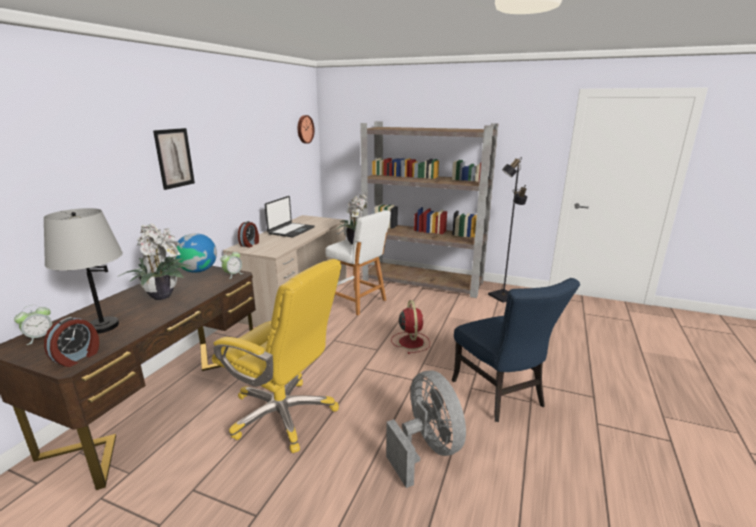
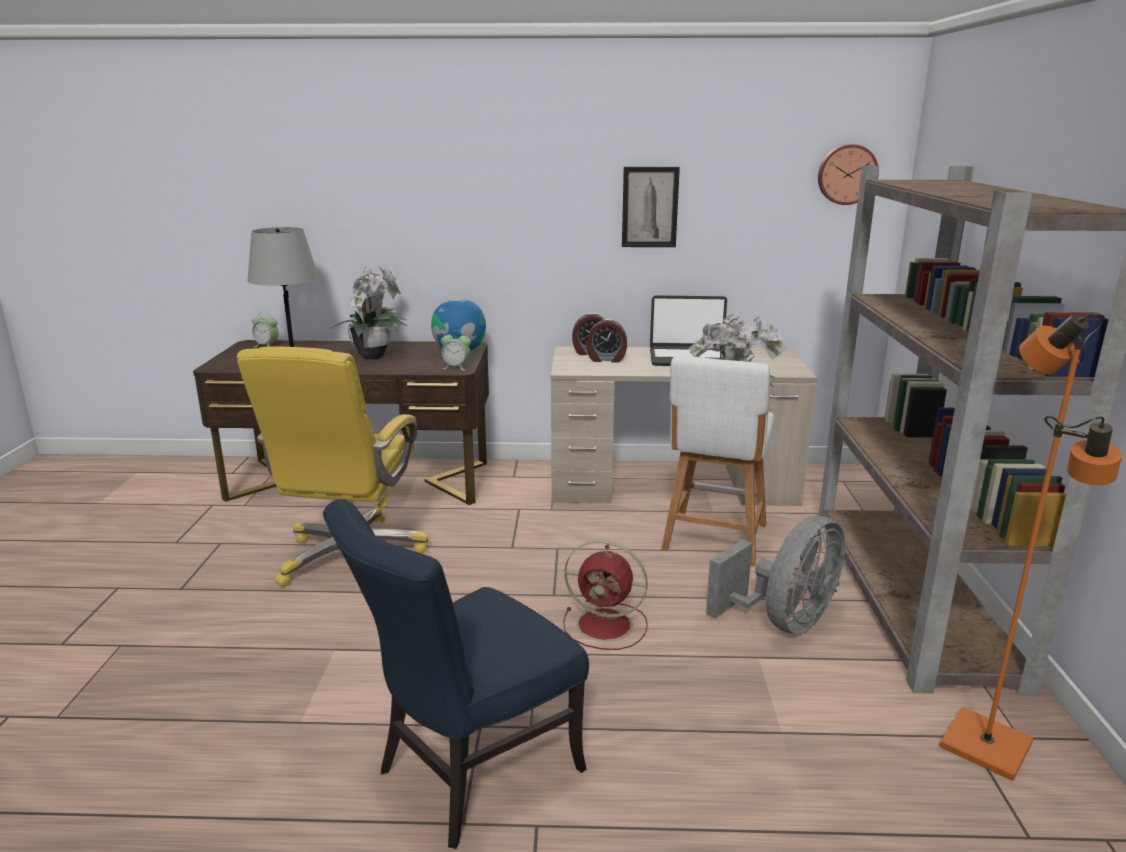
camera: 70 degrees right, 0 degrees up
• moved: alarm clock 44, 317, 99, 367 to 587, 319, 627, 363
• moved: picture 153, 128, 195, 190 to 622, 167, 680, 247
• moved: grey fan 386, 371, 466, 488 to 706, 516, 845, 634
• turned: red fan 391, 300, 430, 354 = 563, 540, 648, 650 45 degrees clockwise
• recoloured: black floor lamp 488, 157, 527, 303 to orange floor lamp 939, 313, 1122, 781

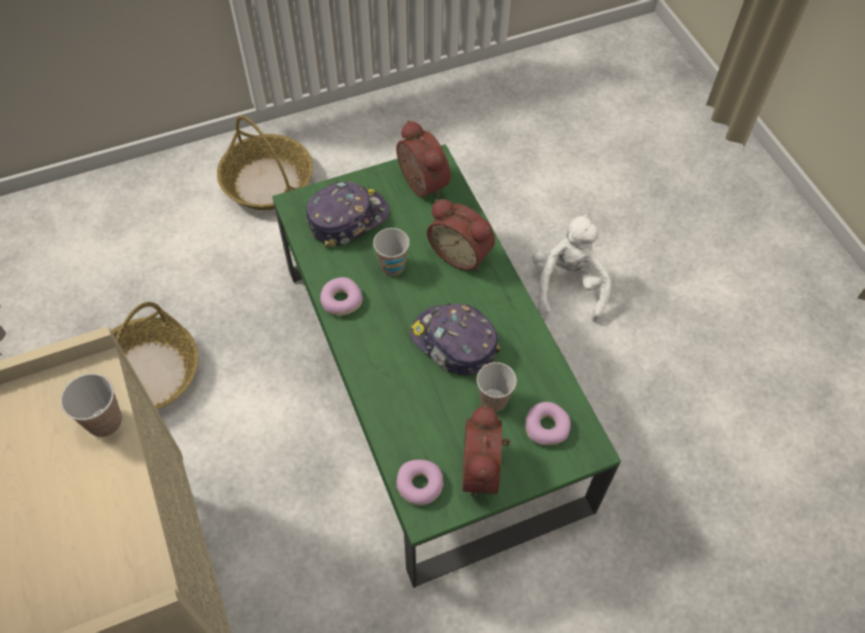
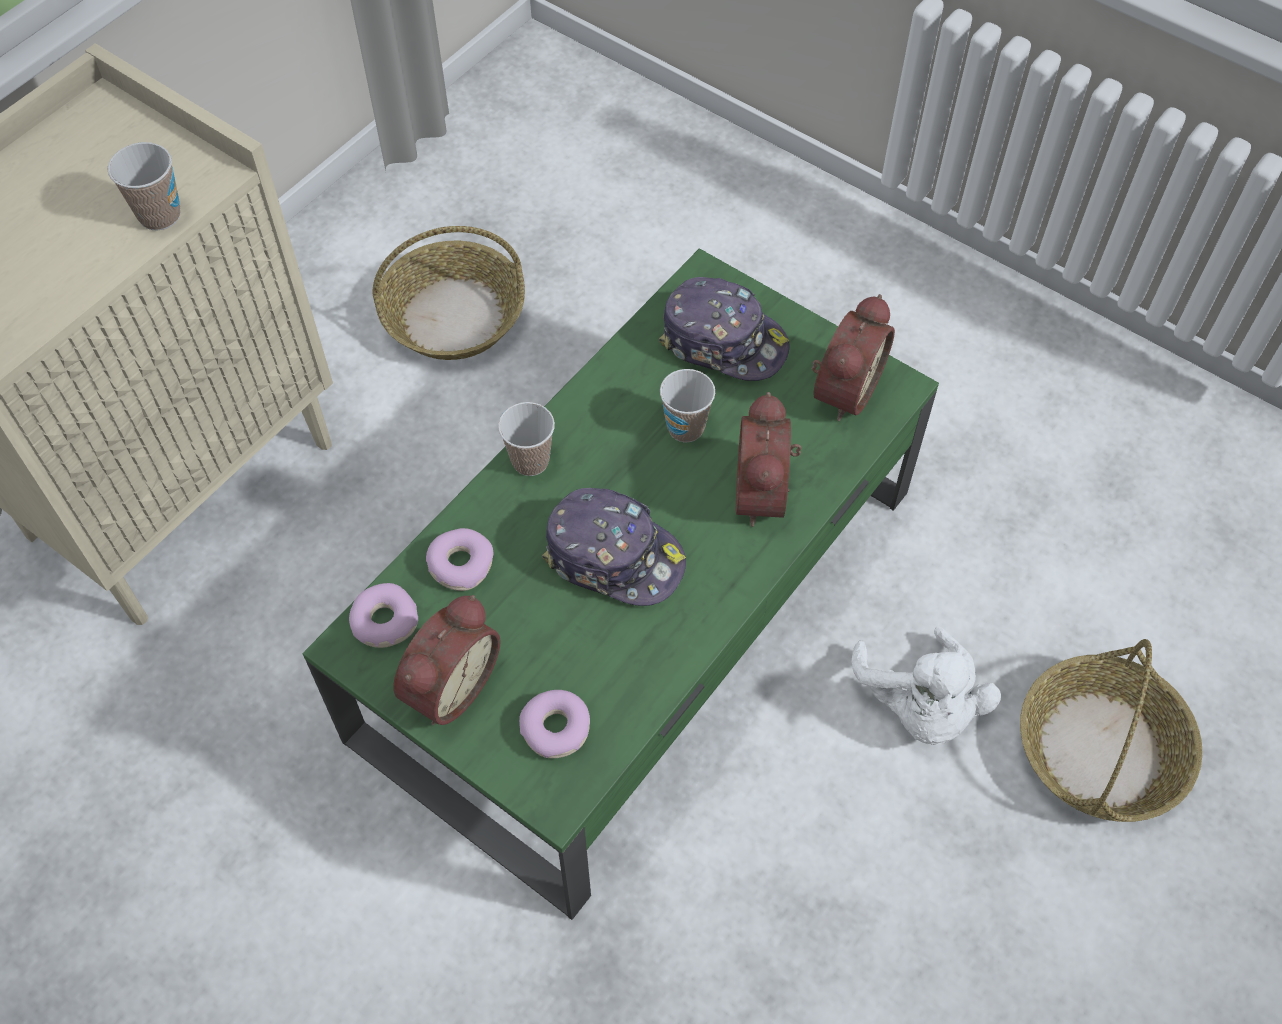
camera: 60 degrees right, 0 degrees up
• moved: basket 217, 115, 313, 210 to 1020, 639, 1203, 822
• moved: donut 320, 277, 363, 316 to 426, 528, 493, 591
• turned: cap 410, 303, 501, 375 = 542, 488, 686, 606 105 degrees clockwise
• turned: alarm clock 462, 404, 510, 497 = 393, 595, 501, 725 150 degrees clockwise
• moved: cup 477, 362, 517, 412 to 498, 402, 555, 476
• turned: white plush toy 532, 214, 611, 321 = 851, 627, 1001, 745 105 degrees clockwise

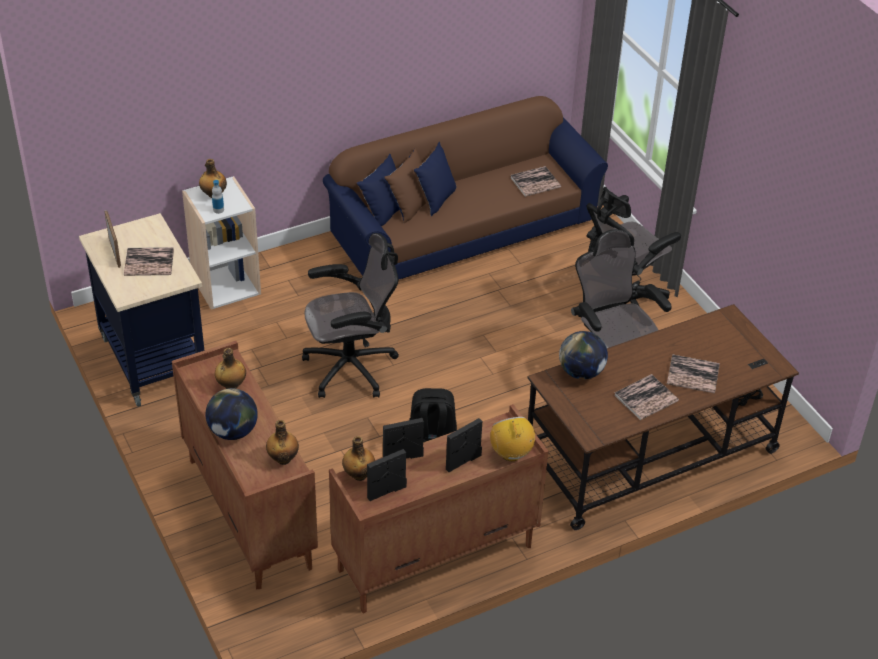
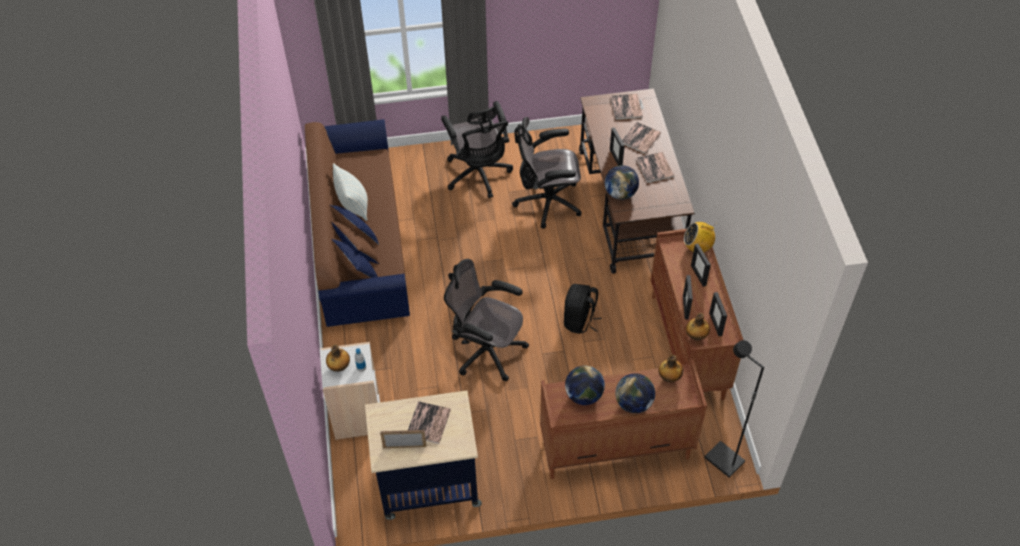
camera: 70 degrees left, 10 degrees up
• replaced: bottle 215, 348, 246, 389 to globe 565, 366, 605, 405
• turned: office chair 302, 233, 399, 398 = 444, 259, 529, 381 60 degrees counterclockwise
• moved: book 510, 166, 561, 197 to 610, 94, 643, 120
• added: pillow 333, 163, 368, 221
• added: picture frame 610, 127, 625, 166
• added: black floor lamp 704, 340, 764, 478

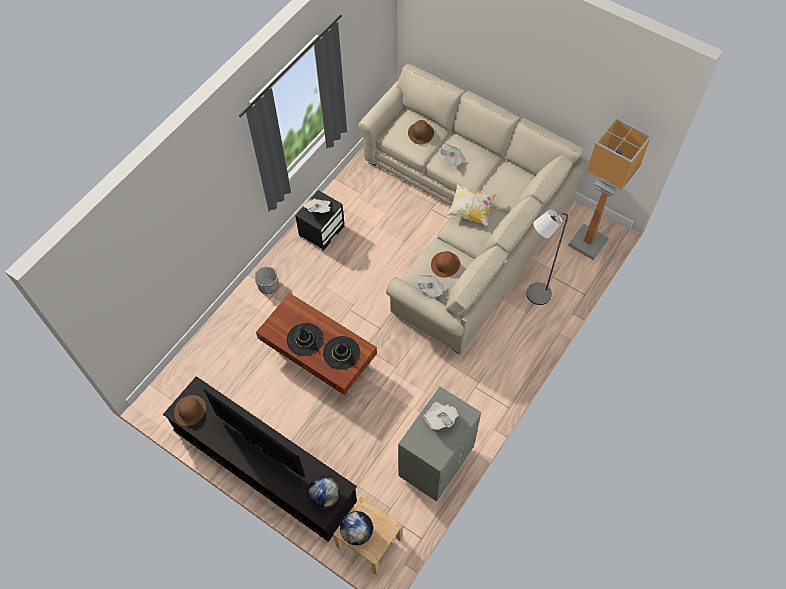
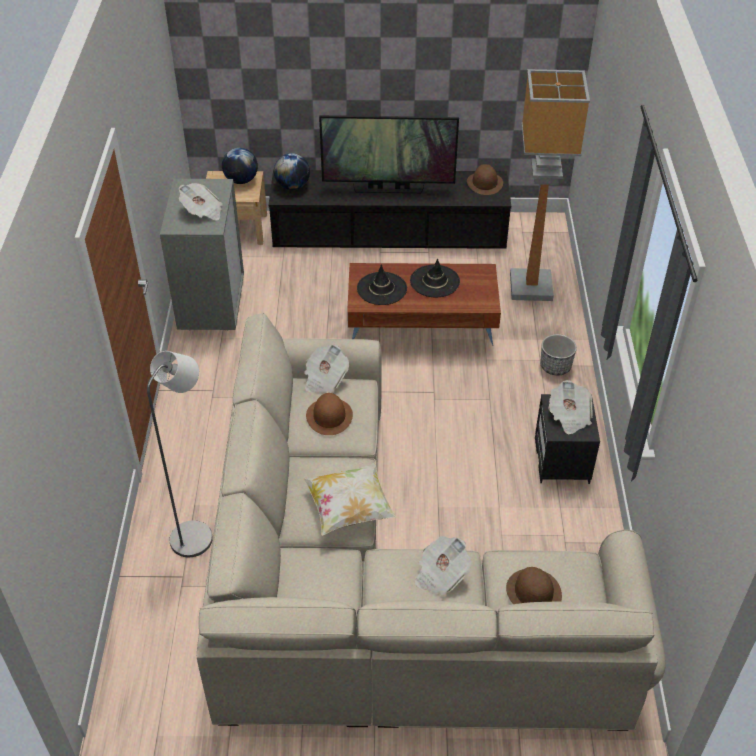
camera: 145 degrees right, 15 degrees down
• moved: floor lamp 568, 117, 652, 260 to 510, 69, 590, 301

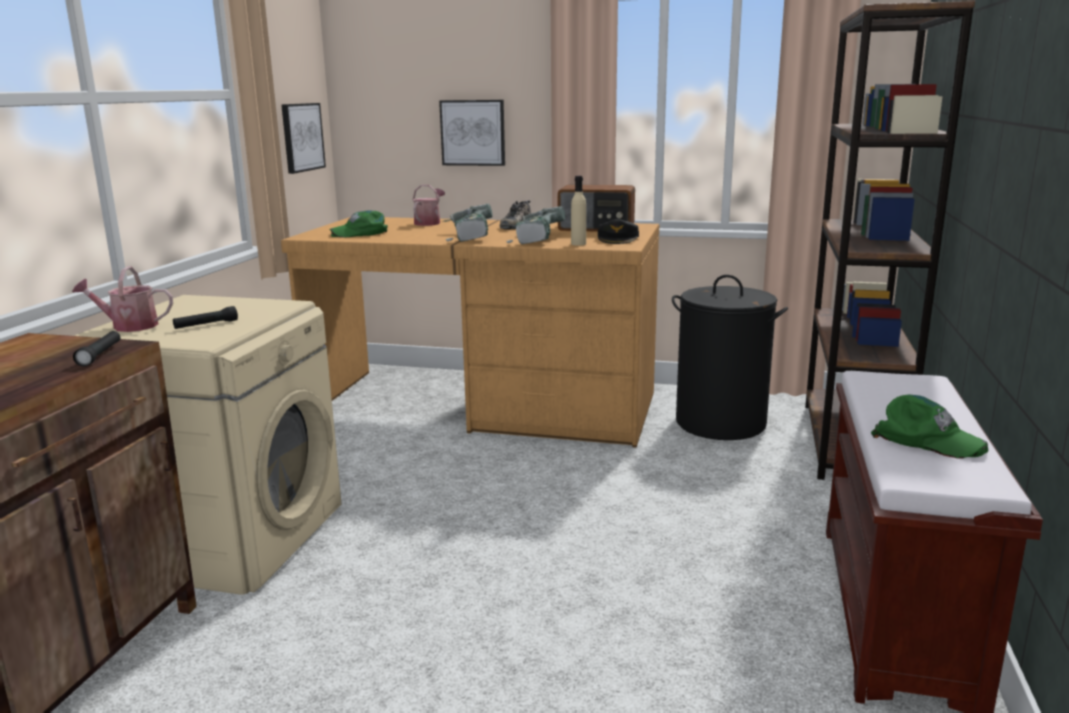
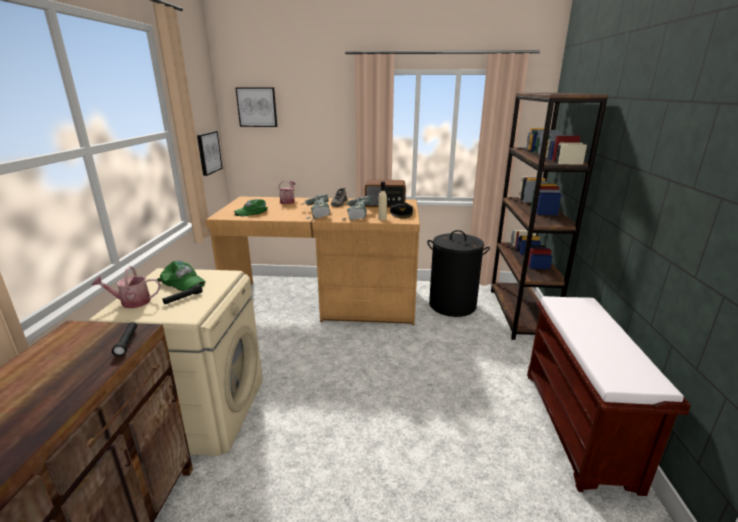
camera: 10 degrees left, 5 degrees up
• moved: picture 439, 100, 505, 166 to 235, 87, 277, 127
• moved: green cap 871, 395, 988, 459 to 156, 261, 205, 291

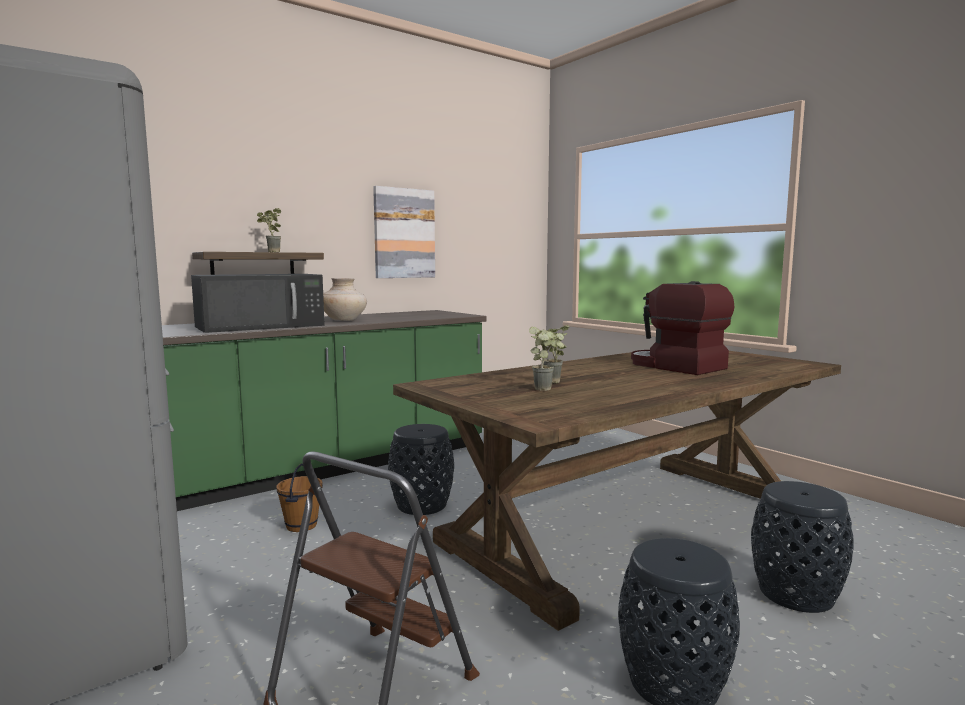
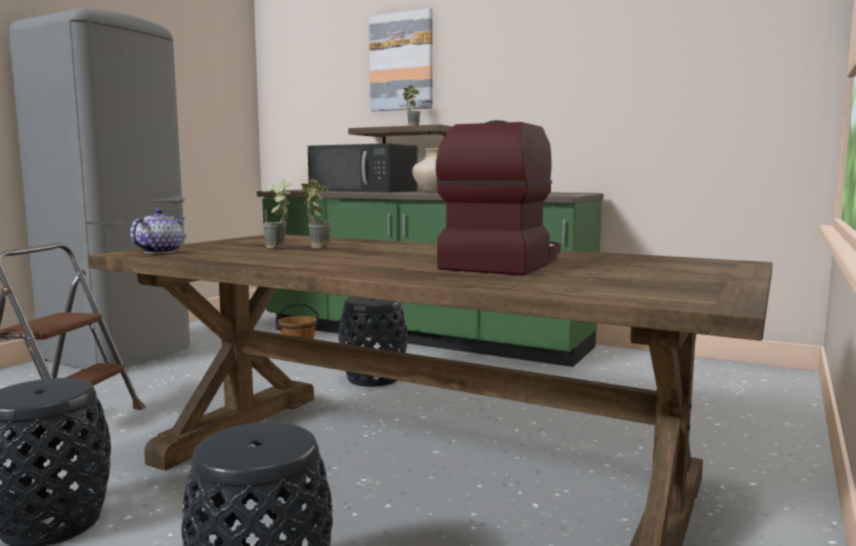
camera: 65 degrees right, 0 degrees up
• moved: picture 373, 186, 435, 278 to 369, 8, 433, 111
• added: teapot 130, 209, 185, 254

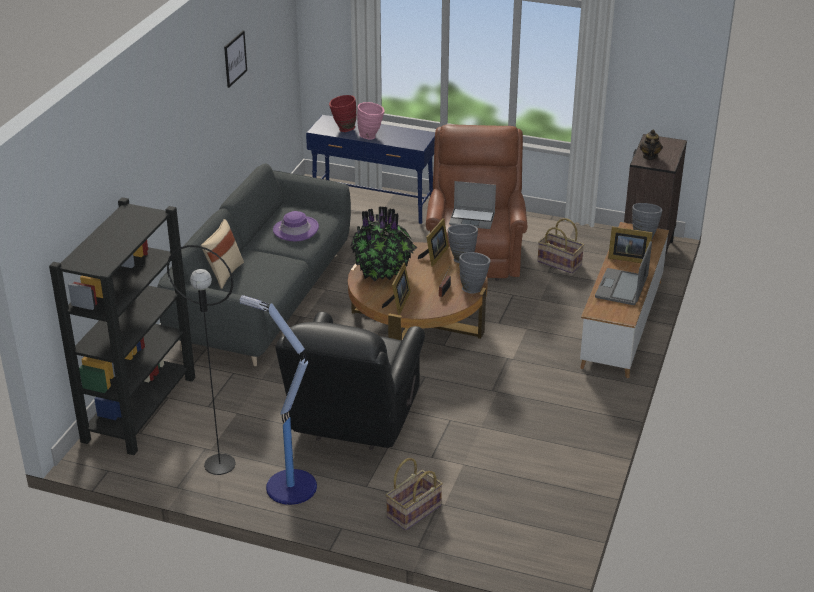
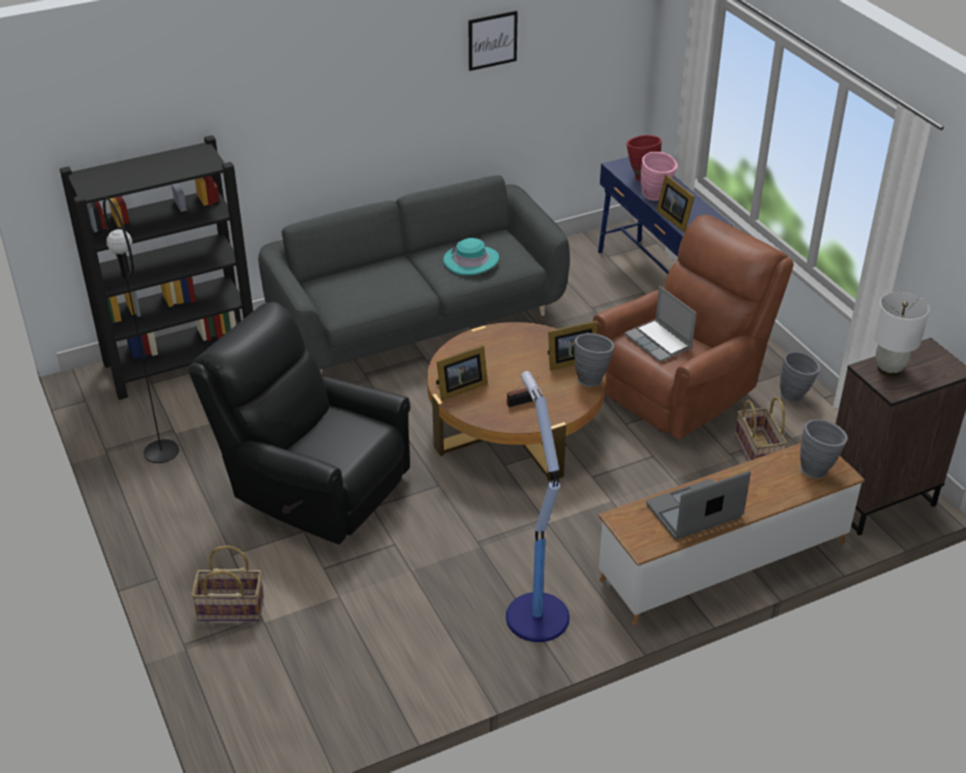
camera: 45 degrees right, 5 degrees up
• removed: beige pillow 201, 219, 244, 289
• moved: floor lamp 240, 295, 317, 505 to 506, 371, 570, 642
• recoloured: purple hat 273, 211, 319, 241 to turquoise hat 444, 238, 499, 275
• turned: black armchair 276, 312, 425, 450 = 189, 302, 410, 545 60 degrees clockwise
• removed: potted plant 351, 206, 417, 281
• moved: grey vase 459, 252, 490, 294 to 780, 352, 820, 402
• moved: picture frame 608, 227, 653, 263 to 657, 175, 695, 232
• replaced: teapot 640, 130, 663, 160 to white table lamp 873, 292, 930, 377

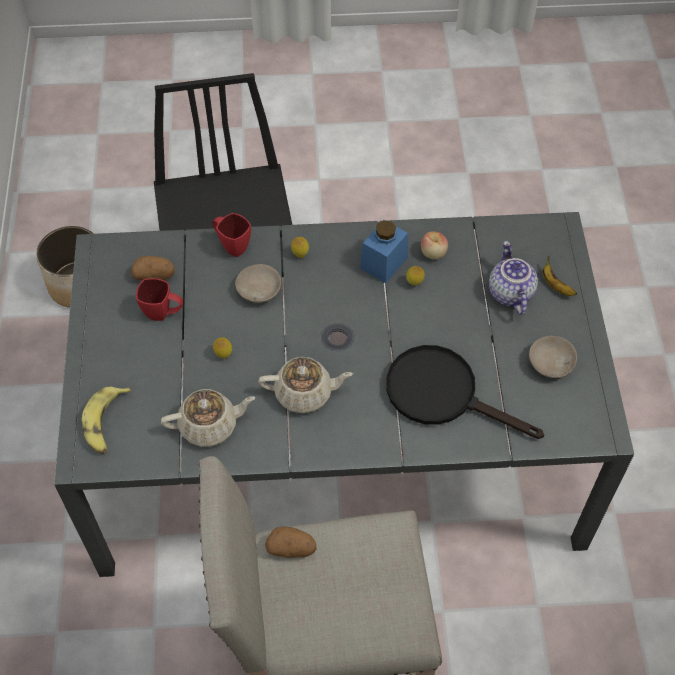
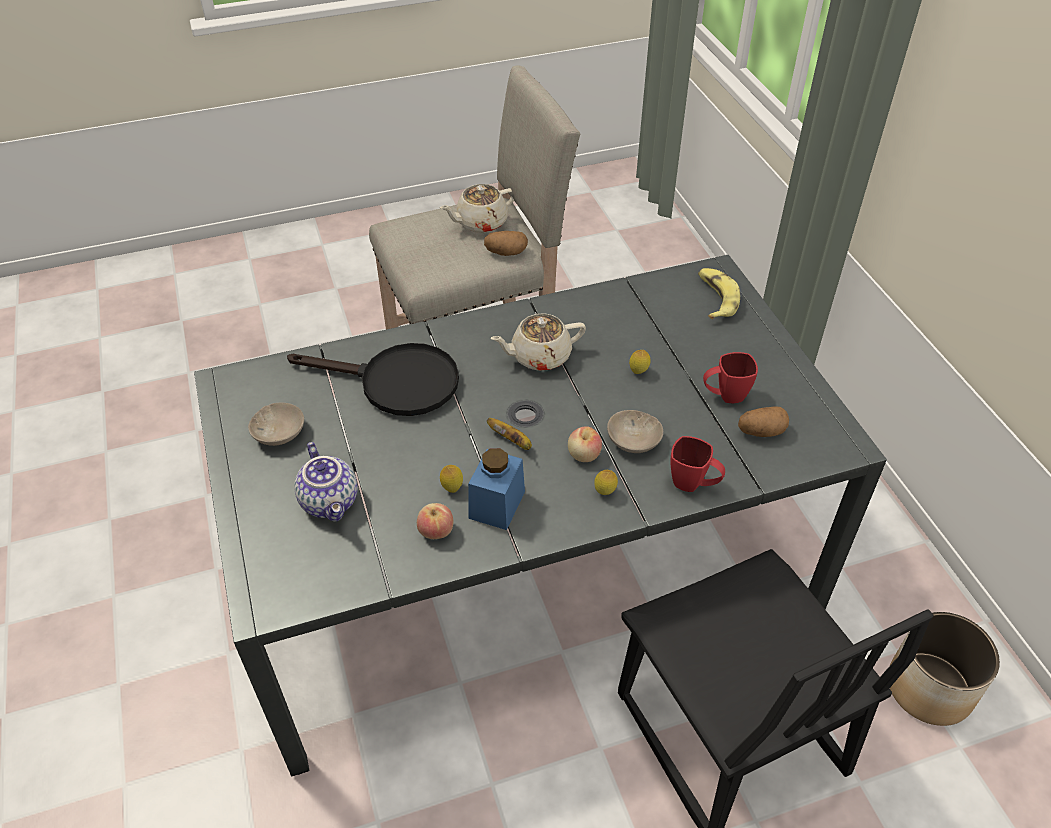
camera: 165 degrees right, 10 degrees down
• moved: beige teapot 161, 389, 256, 447 to 440, 184, 514, 233
• moved: banana 543, 255, 577, 296 to 487, 418, 532, 450
• added: apple 568, 426, 602, 462

